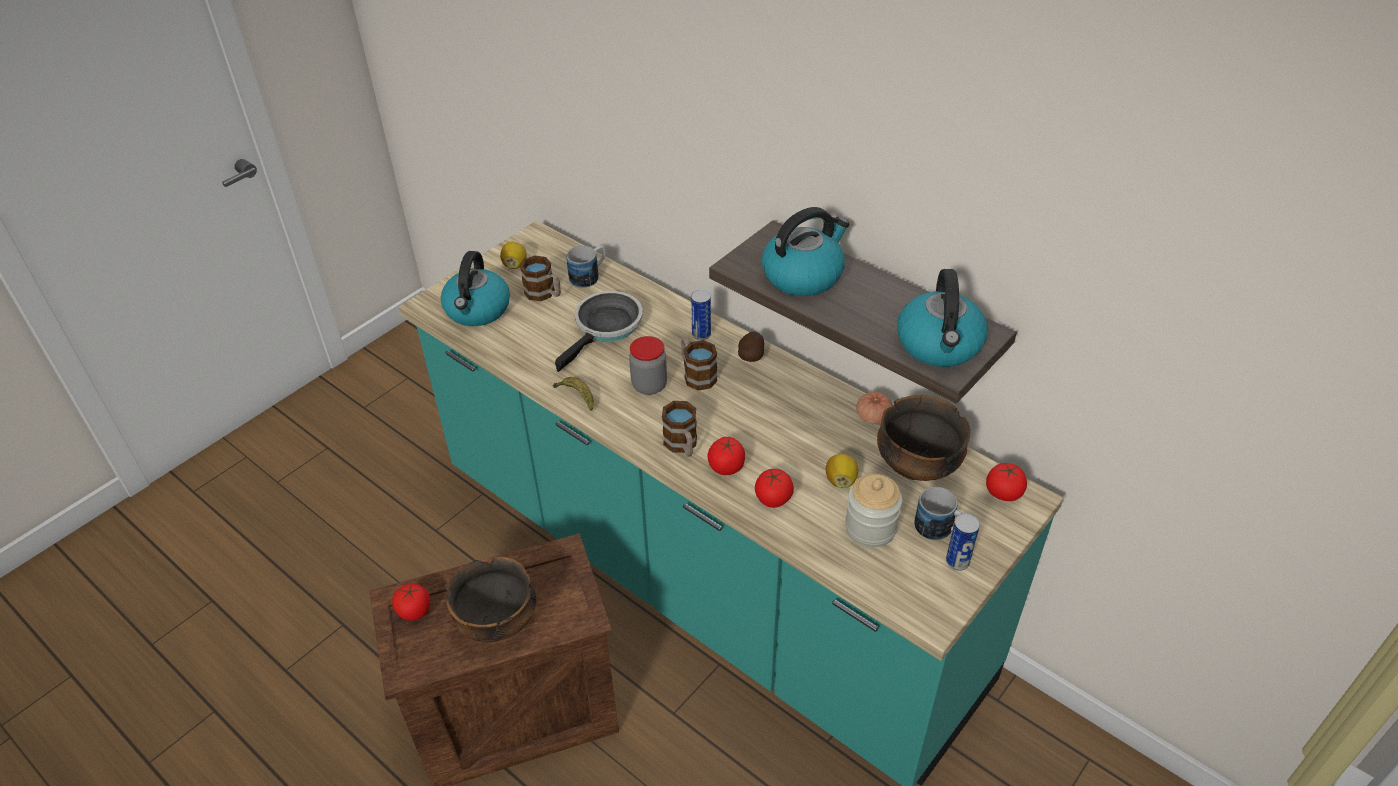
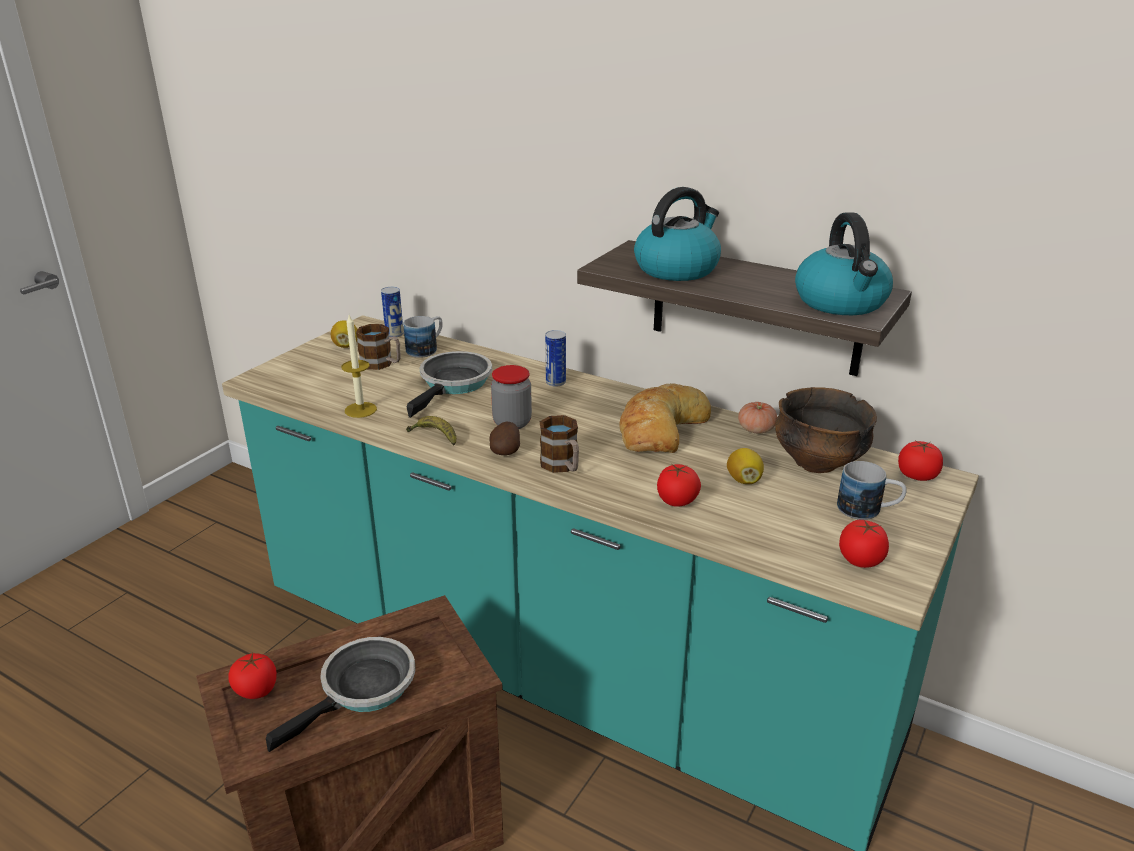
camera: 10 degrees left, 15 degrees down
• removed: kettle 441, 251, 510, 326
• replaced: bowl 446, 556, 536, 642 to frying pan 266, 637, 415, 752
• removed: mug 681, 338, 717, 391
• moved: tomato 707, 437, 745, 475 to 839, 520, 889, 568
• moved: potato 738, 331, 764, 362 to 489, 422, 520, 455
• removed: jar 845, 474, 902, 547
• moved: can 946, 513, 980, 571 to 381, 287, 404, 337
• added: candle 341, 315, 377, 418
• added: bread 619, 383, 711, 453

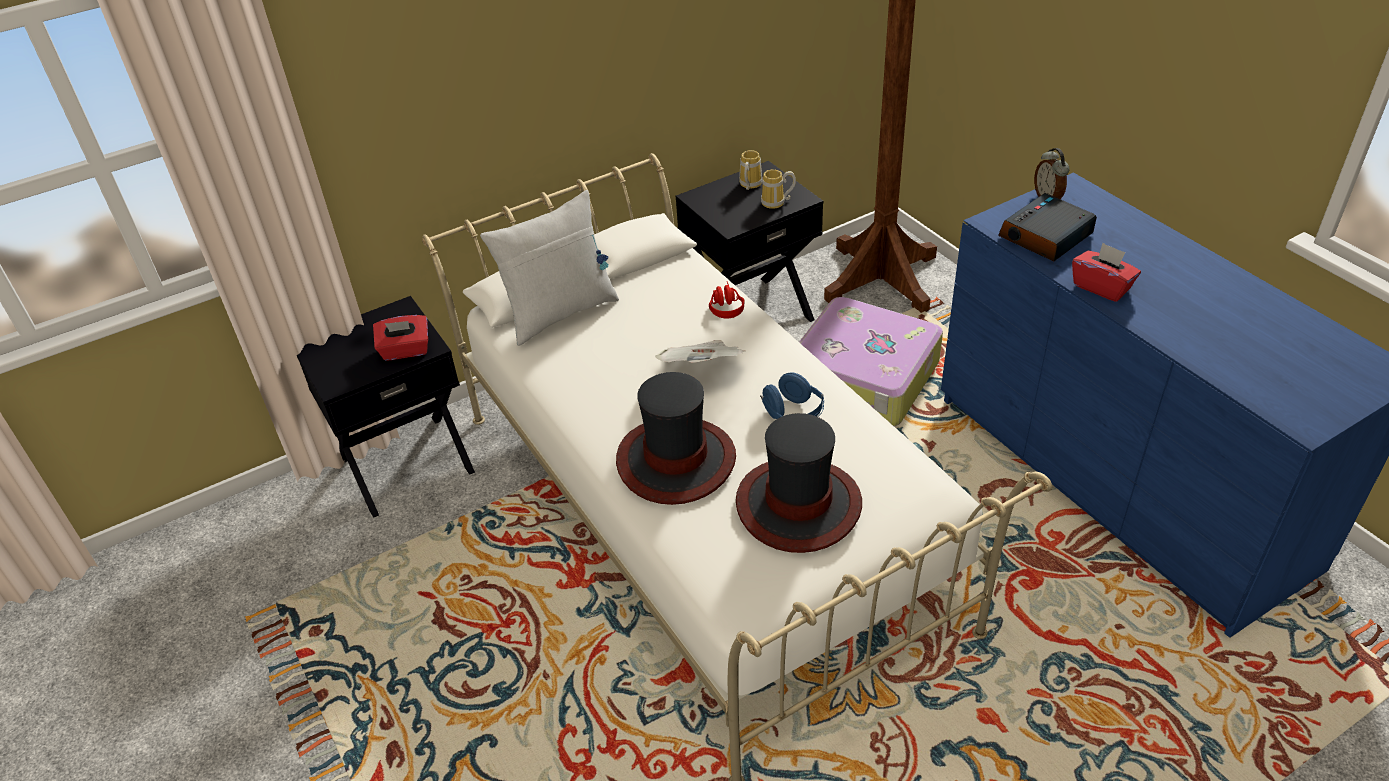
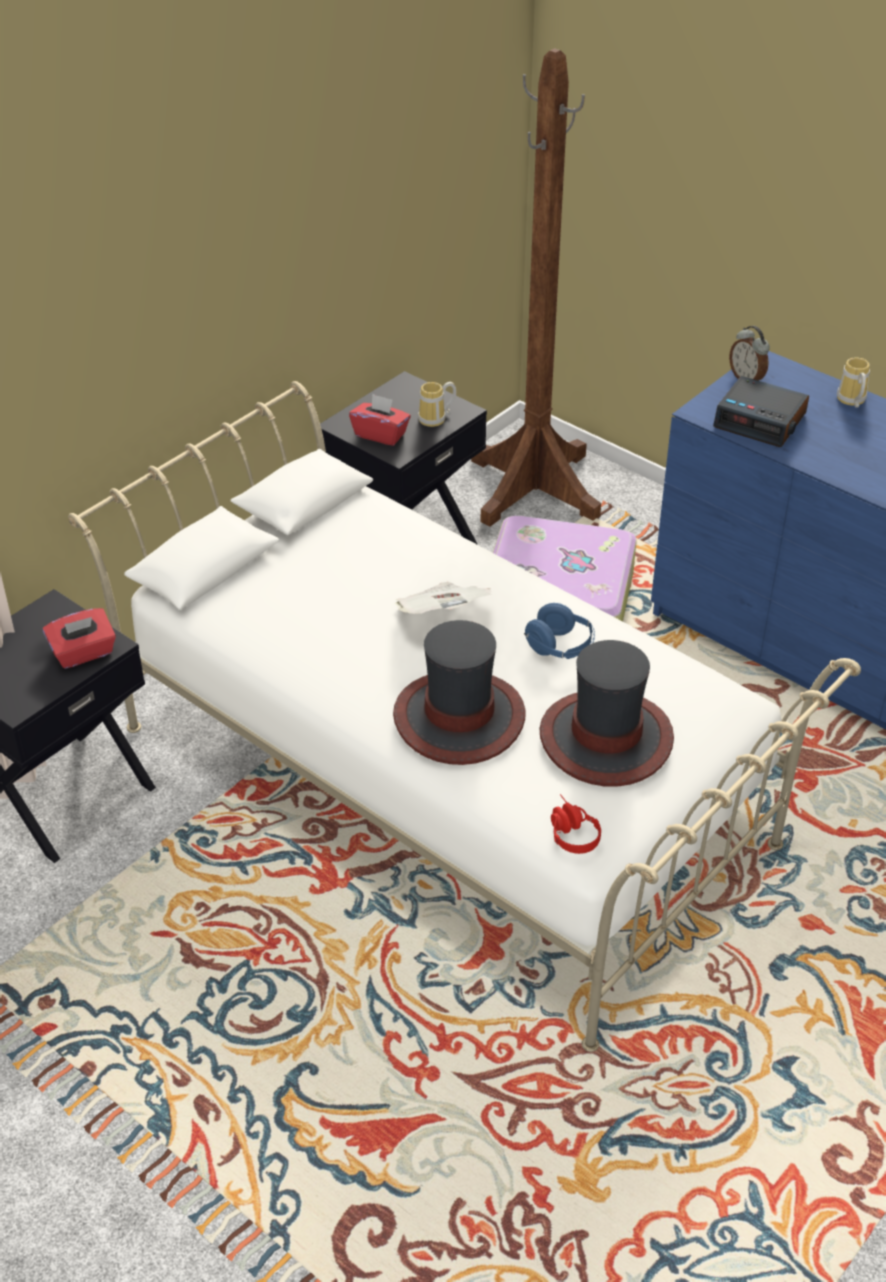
camera: 20 degrees left, 0 degrees up
• removed: grey pillow 480, 190, 619, 346
• moved: red headphones 709, 281, 744, 319 to 551, 794, 601, 854
• moved: mug 739, 150, 762, 190 to 837, 357, 870, 408
• turned: alarm clock 998, 193, 1097, 261 = 713, 376, 809, 447 90 degrees counterclockwise
• moved: red tissue box 1072, 243, 1141, 302 to 349, 394, 411, 446

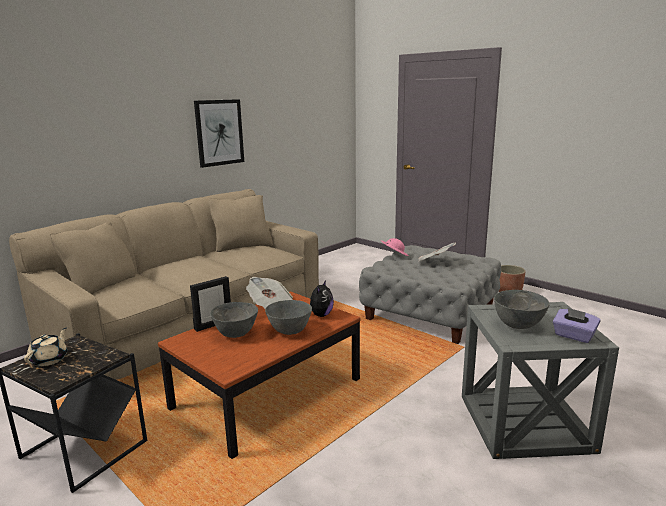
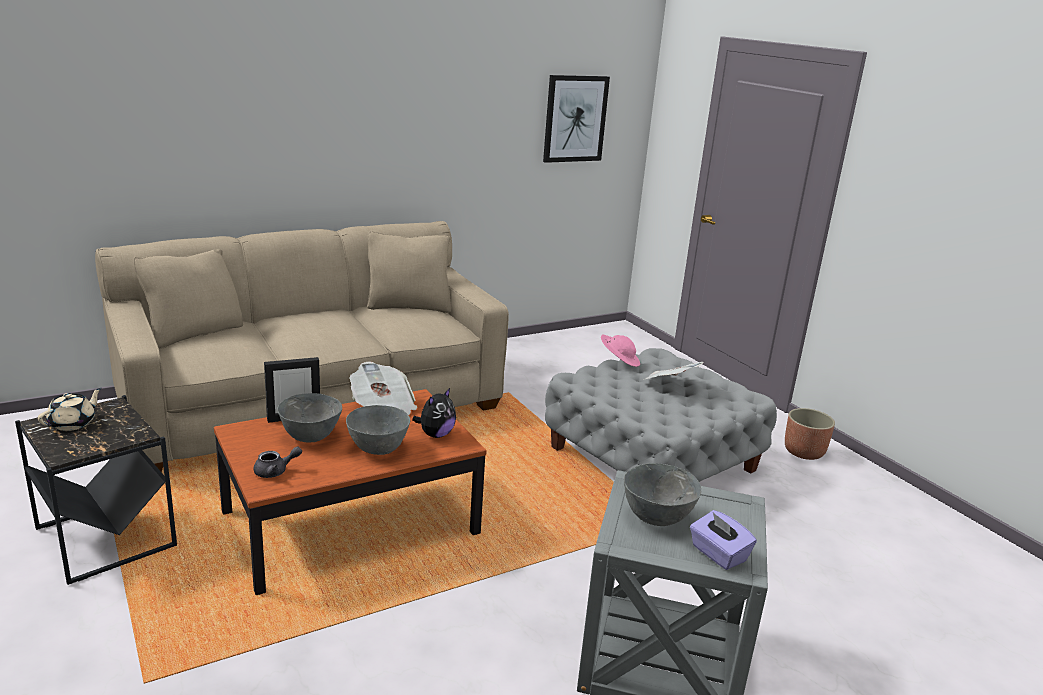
camera: 15 degrees right, 5 degrees up
• moved: picture 194, 99, 244, 168 to 543, 75, 610, 163
• added: grey teapot 254, 447, 302, 478

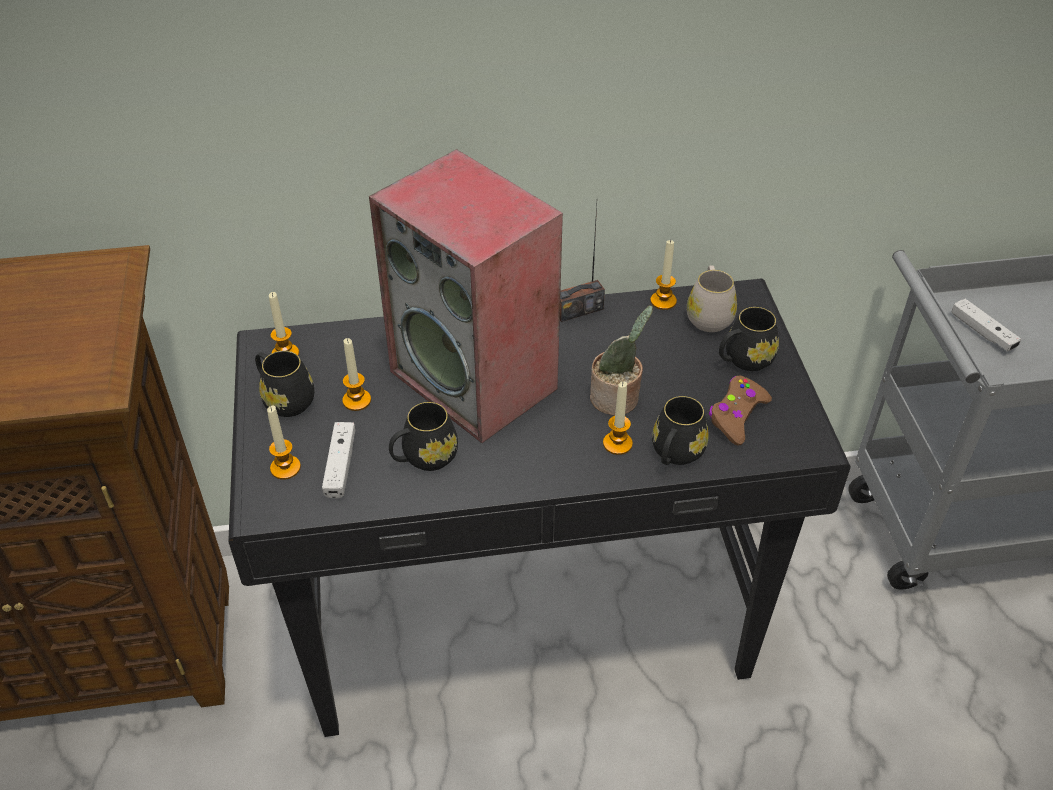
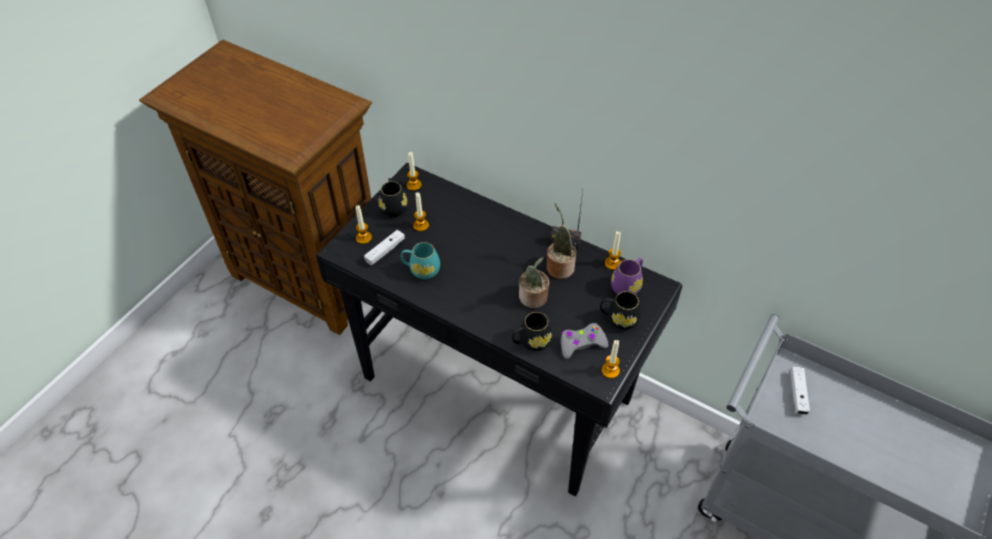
camera: 40 degrees right, 5 degrees up
• removed: speaker 369, 149, 563, 443
• recoloured: black mug 389, 402, 458, 471 to turquoise mug 401, 242, 440, 279
• moved: candle 603, 382, 633, 455 to 602, 340, 620, 378
• recoloured: white mug 687, 266, 737, 332 to purple mug 611, 258, 643, 295
• recoloured: brown game controller 709, 376, 772, 445 to grey game controller 561, 323, 608, 359
• added: potted plant 547, 203, 576, 279

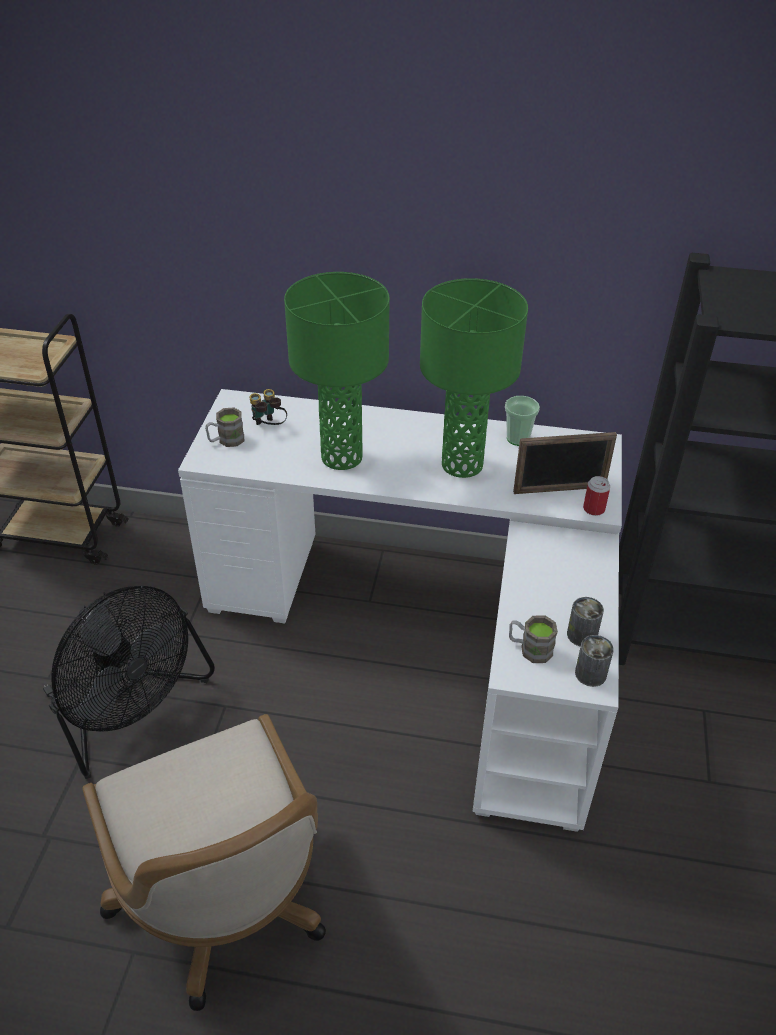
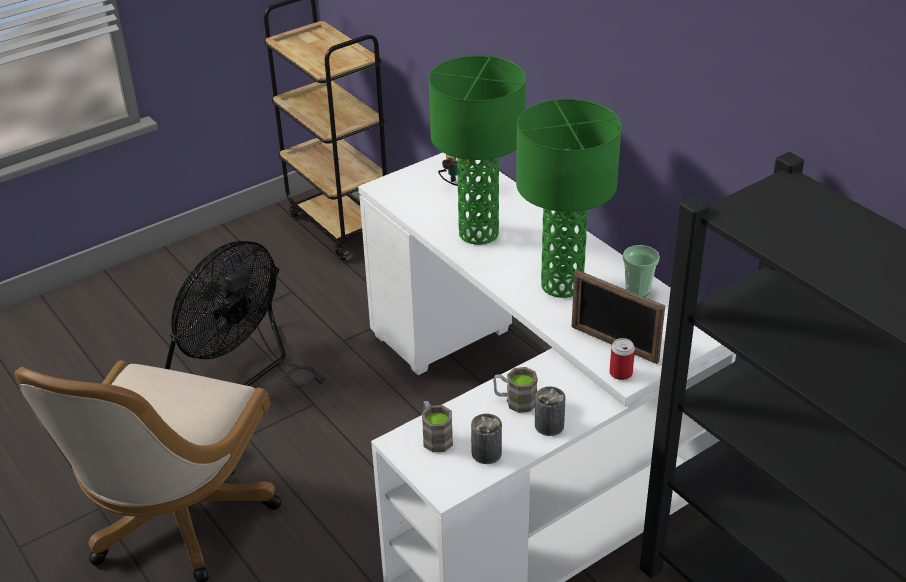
camera: 45 degrees right, 5 degrees down
• turned: black fan 43, 586, 215, 779 = 165, 241, 326, 388 135 degrees clockwise
• moved: brown mug 205, 408, 244, 447 to 493, 367, 538, 413
• moved: can 575, 635, 614, 687 to 535, 386, 566, 436

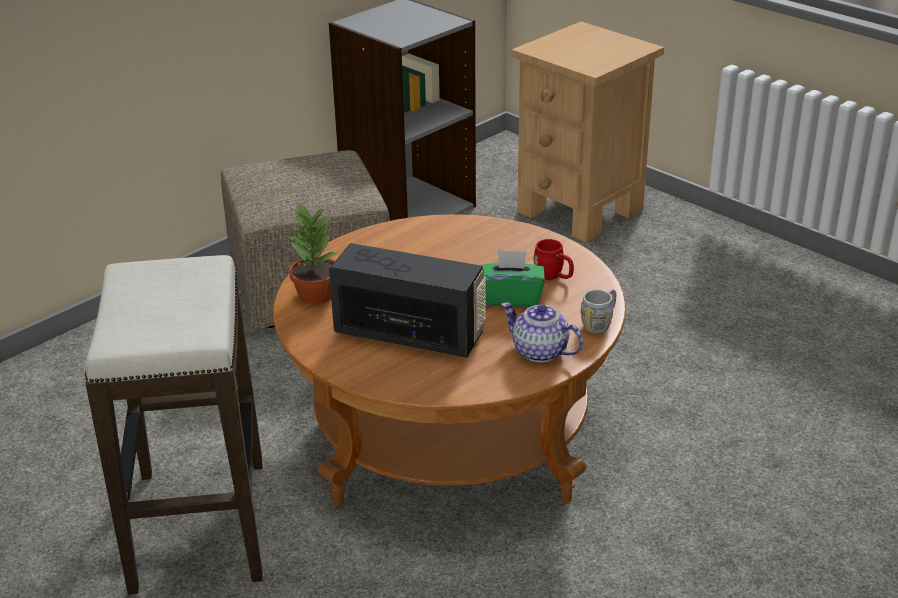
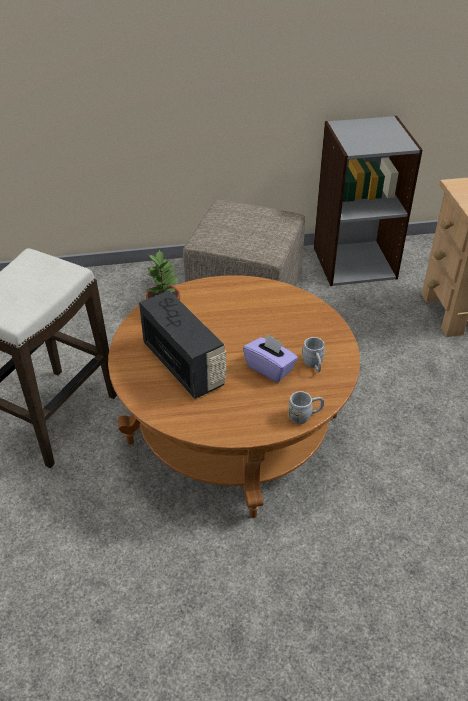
camera: 35 degrees right, 10 degrees up
• recoloured: green tissue box 481, 250, 545, 307 to purple tissue box 243, 334, 298, 382
• removed: teapot 501, 302, 583, 362
• recoloured: red mug 533, 239, 574, 280 to grey mug 302, 337, 325, 372

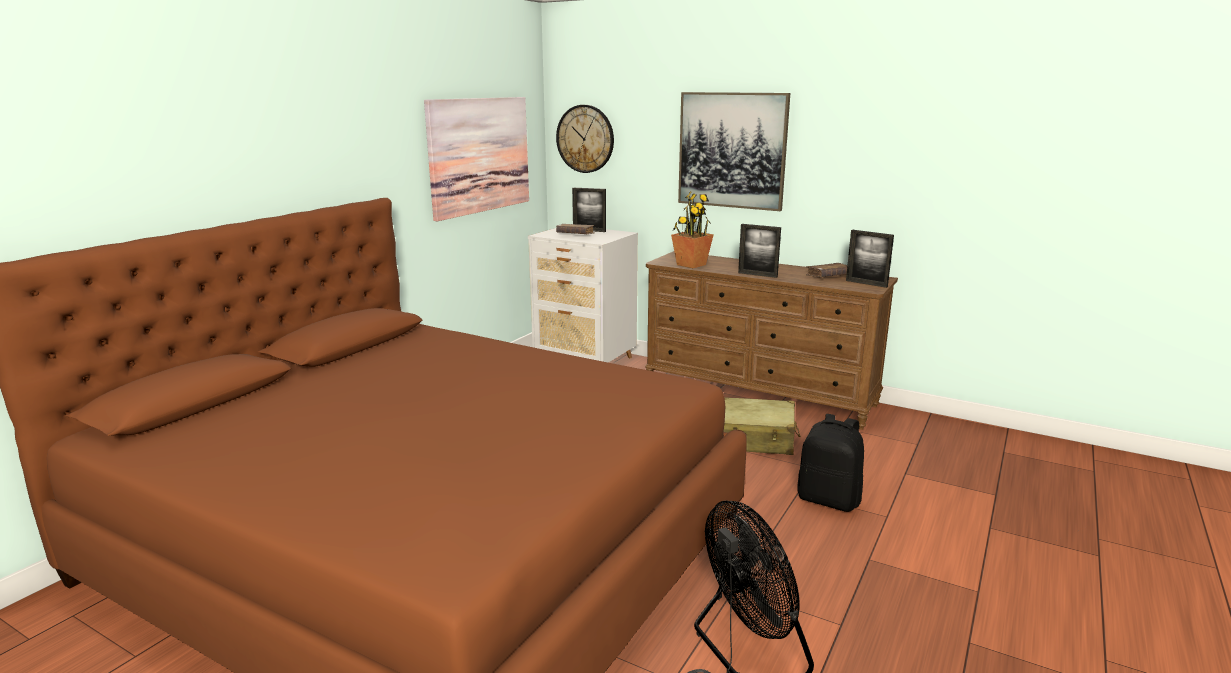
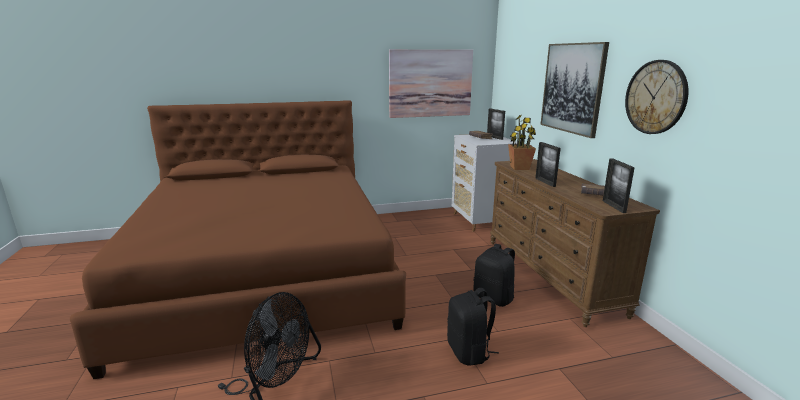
camera: 45 degrees right, 0 degrees up
• moved: wall clock 556, 105, 614, 173 to 625, 60, 689, 134
• replaced: beige suitcase 724, 397, 800, 455 to black backpack 473, 244, 515, 307

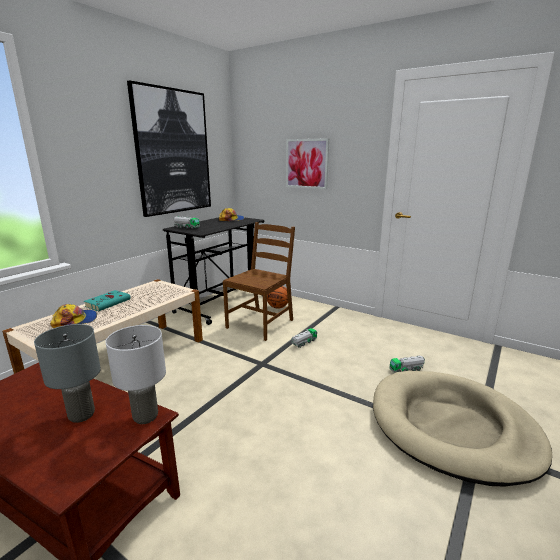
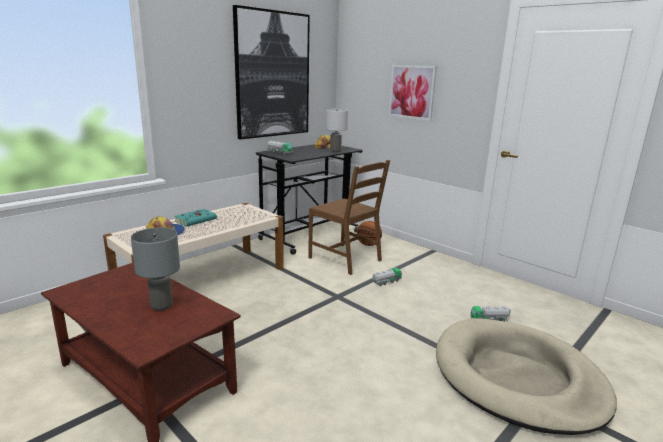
camera: 10 degrees right, 0 degrees up
• moved: white table lamp 105, 325, 166, 424 to 325, 109, 348, 152
• turned: brown chair 223, 222, 295, 341 = 308, 160, 390, 275 90 degrees clockwise

